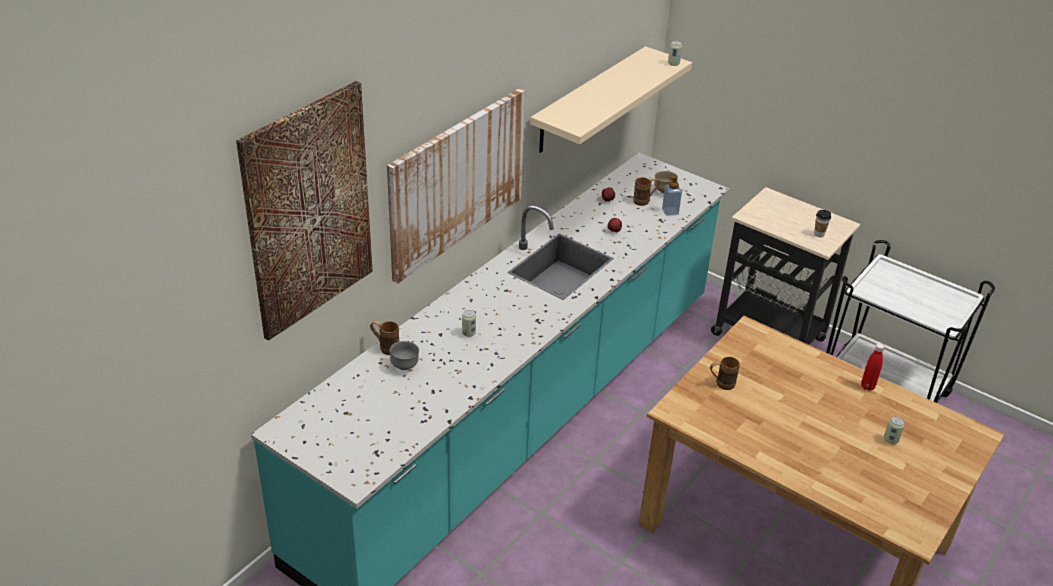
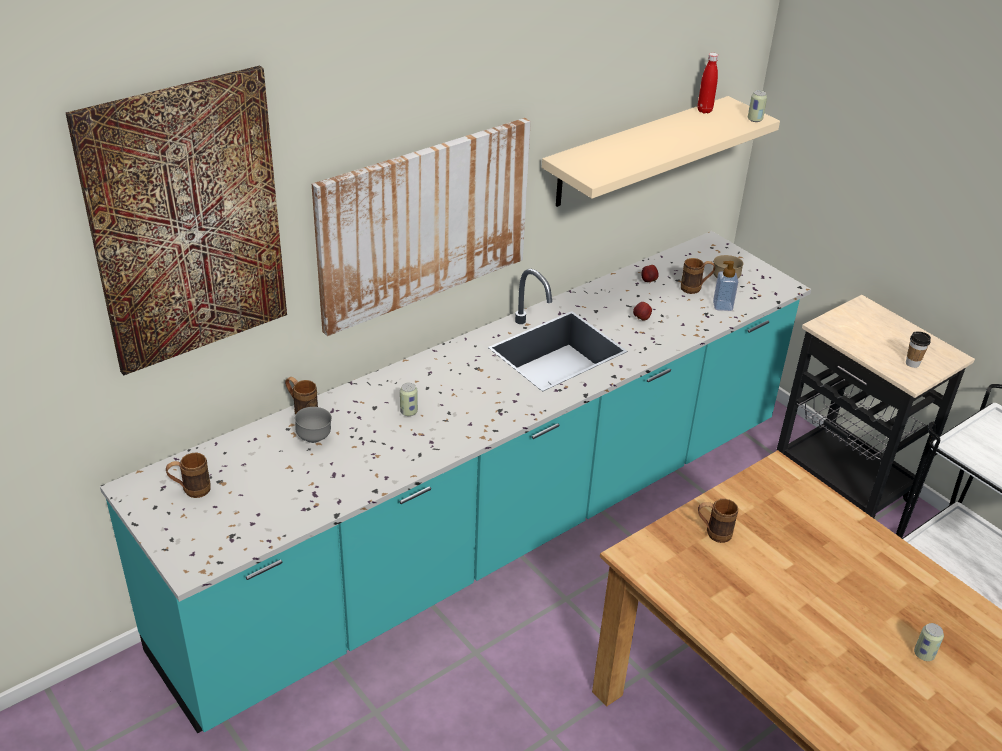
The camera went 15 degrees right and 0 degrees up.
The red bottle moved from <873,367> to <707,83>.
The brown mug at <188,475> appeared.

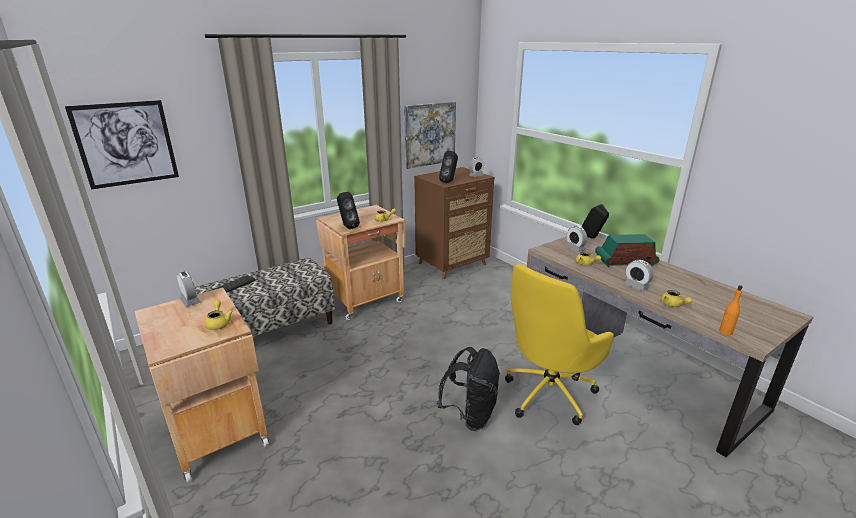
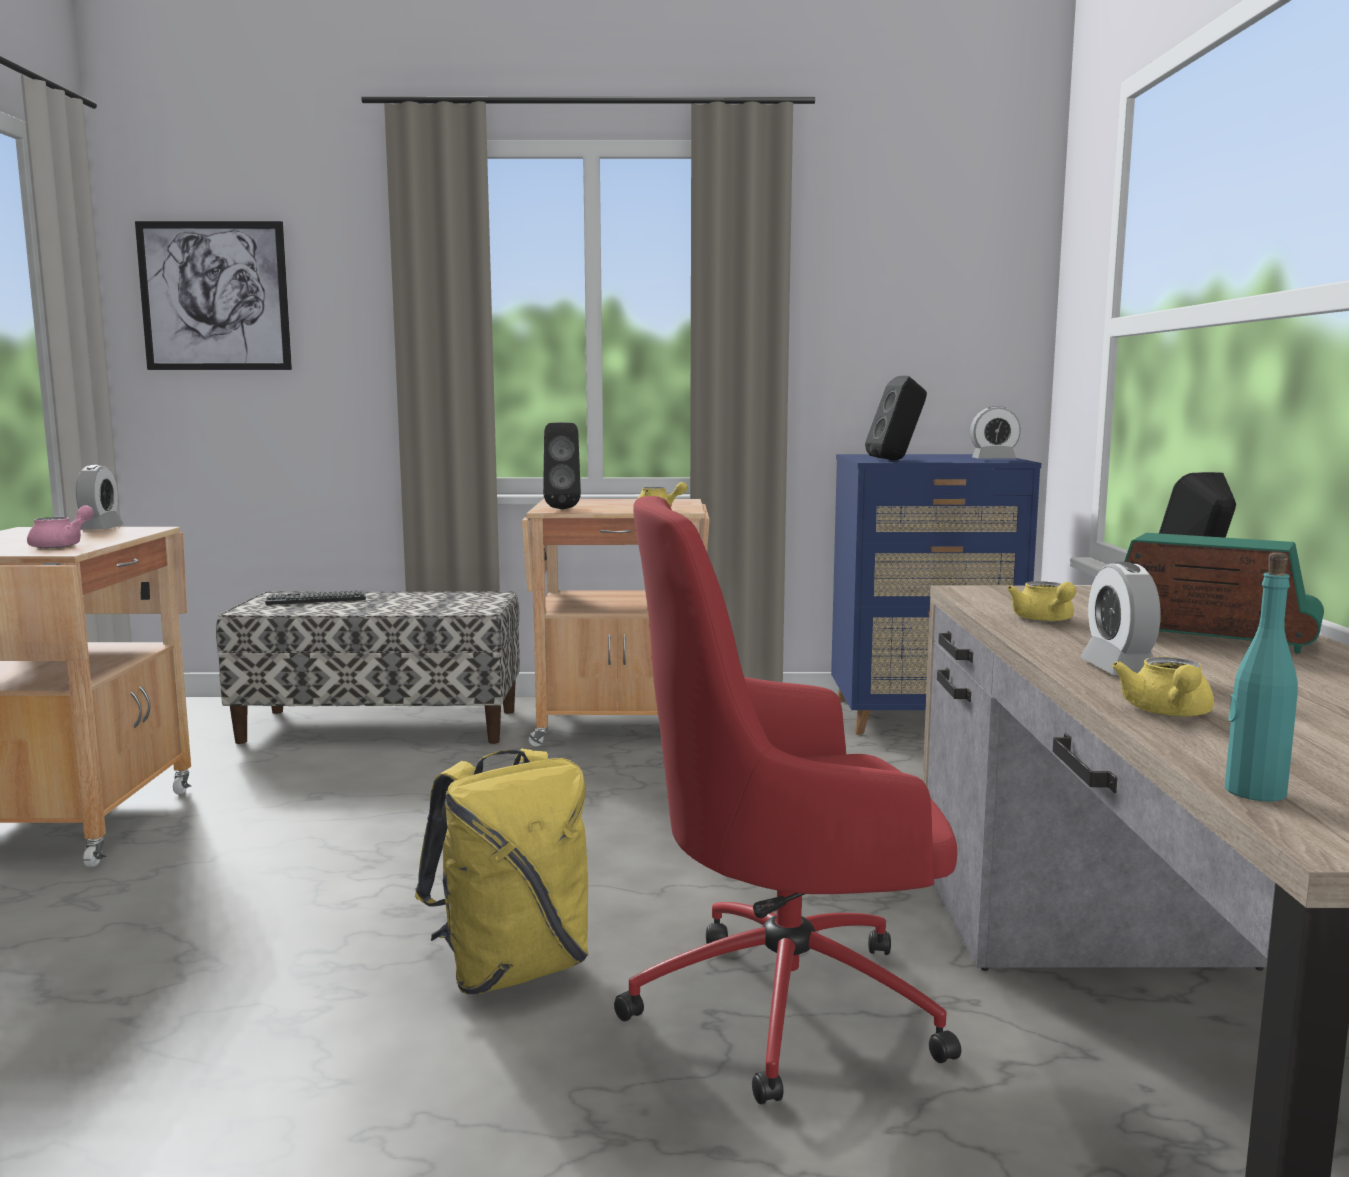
The camera went 35 degrees right and 15 degrees down.
The picture at <430,135> disappeared.
The brown dresser at <454,223> became the blue dresser at <936,594>.
The alarm clock at <576,239> disappeared.
The yellow office chair at <559,344> became the red office chair at <787,800>.
The orange bottle at <731,310> became the turquoise bottle at <1261,677>.
The yellow teapot at <219,315> became the pink teapot at <60,527>.
The black backpack at <468,389> became the yellow backpack at <502,871>.

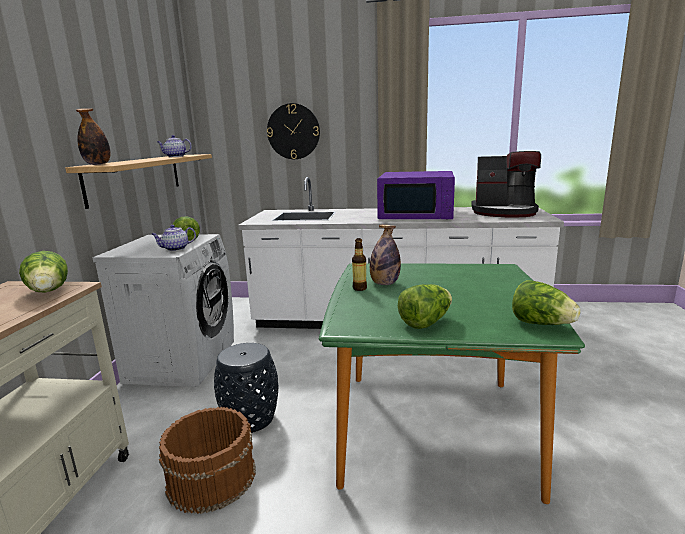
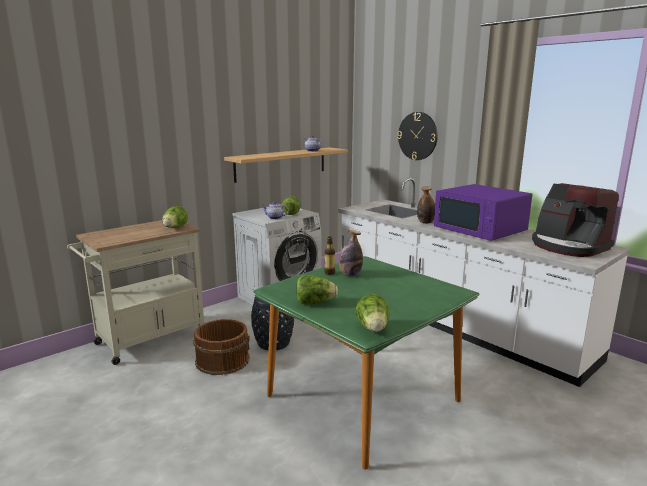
The camera went 40 degrees right and 0 degrees up.
The bottle moved from <93,136> to <426,205>.

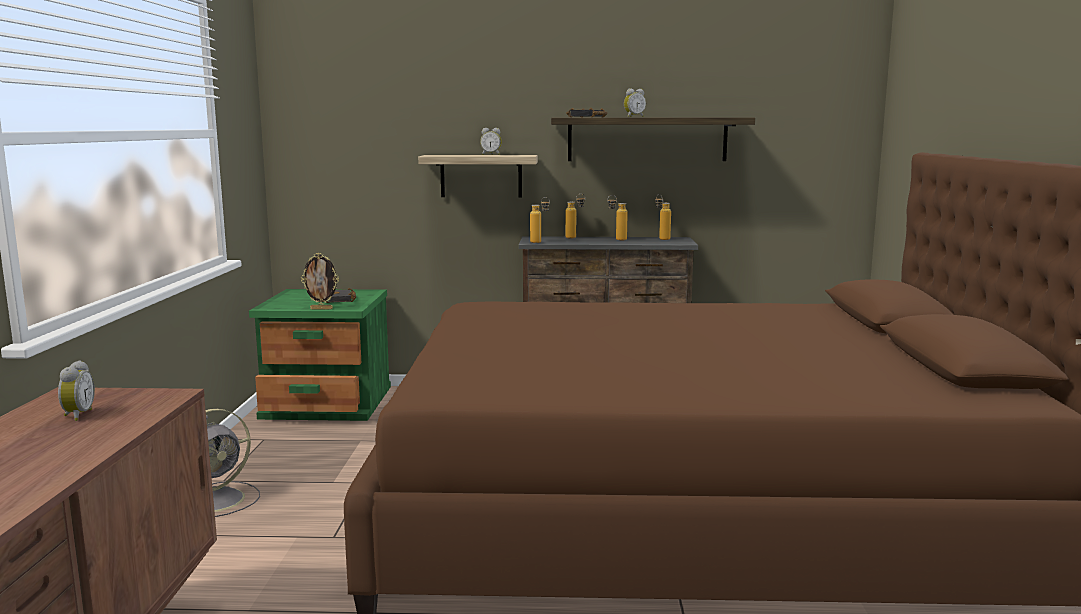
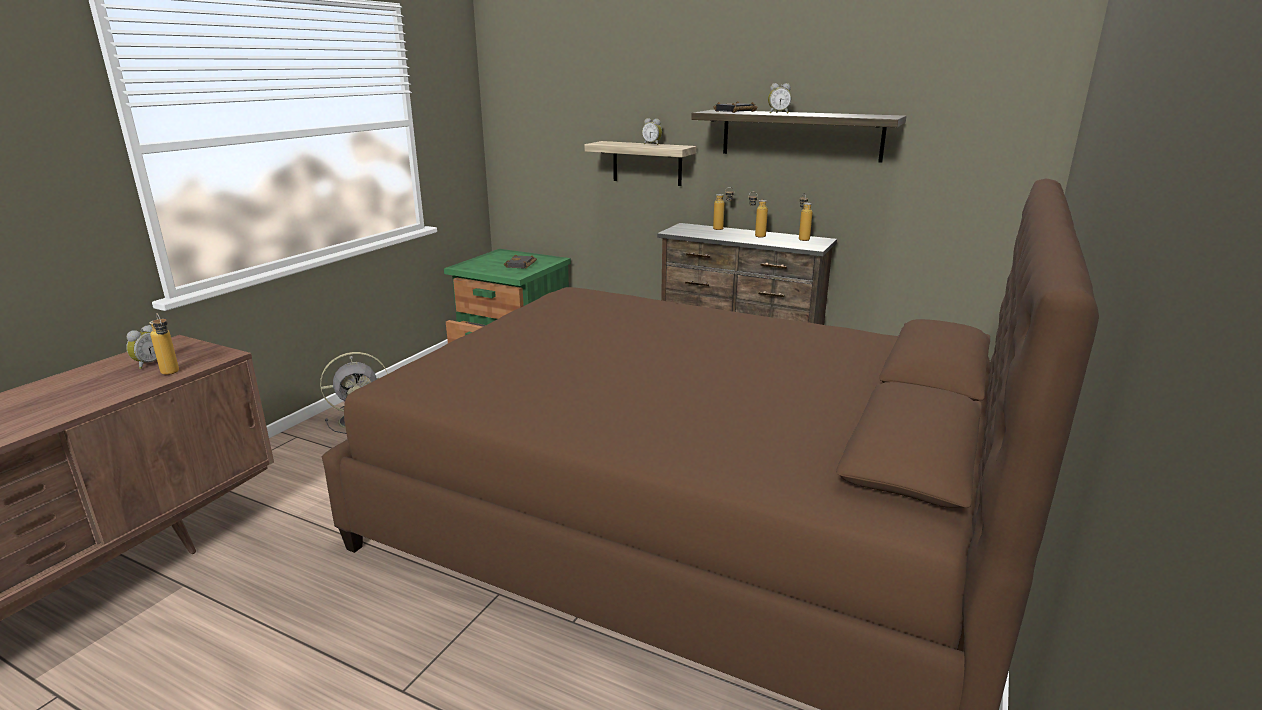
The camera went 25 degrees right and 10 degrees up.
The bottle moved from <540,220> to <164,344>.
The picture frame at <320,281> disappeared.

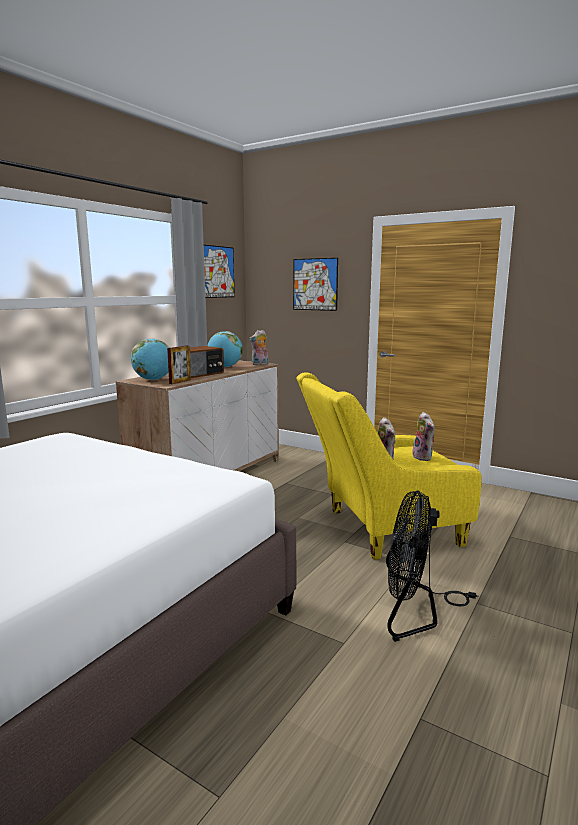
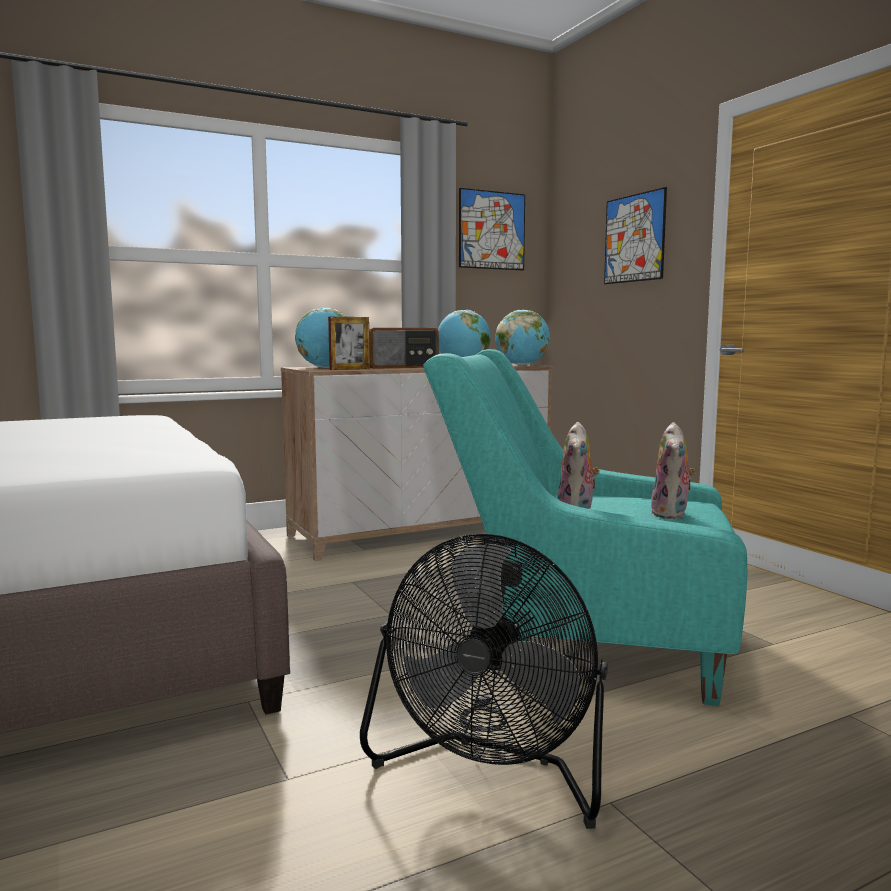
The camera went 30 degrees right and 5 degrees down.
The plush toy at <258,347> was replaced by the globe at <523,337>.
The yellow armchair at <389,466> became the turquoise armchair at <585,527>.
The black fan at <432,566> turned 105 degrees counterclockwise.

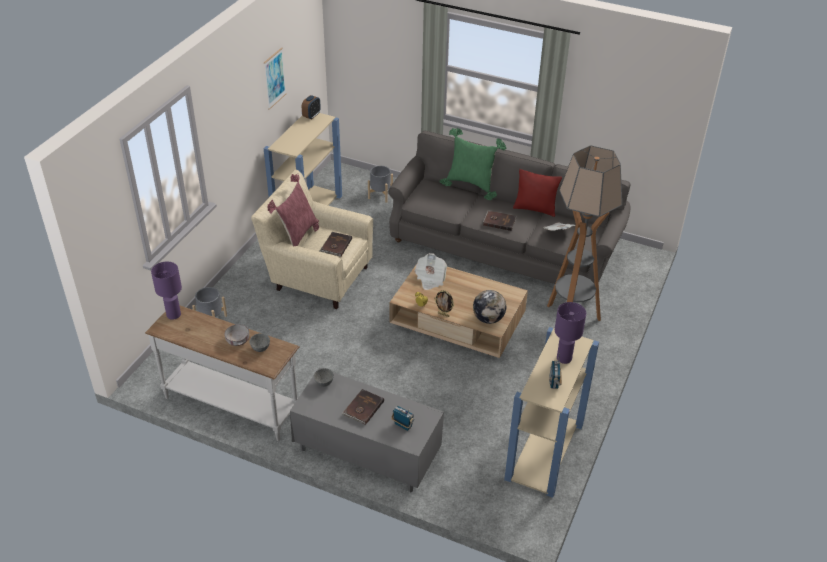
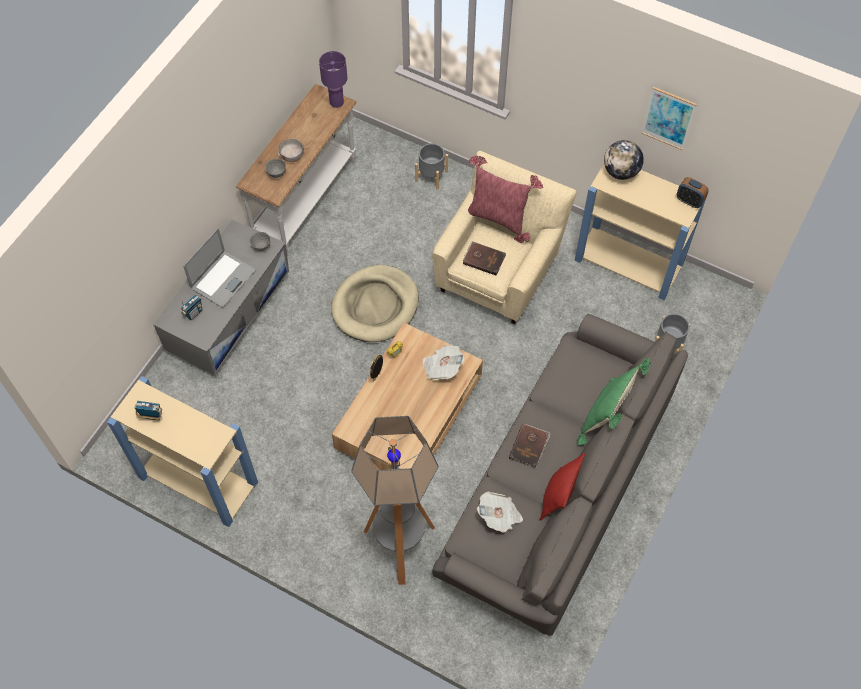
The camera went 95 degrees right and 20 degrees up.
The globe moved from <489,307> to <624,160>.
The purple table lamp at <570,333> disappeared.
The brown book at <362,407> was replaced by the laptop at <219,268>.
The beige dog bed at <375,303> appeared.

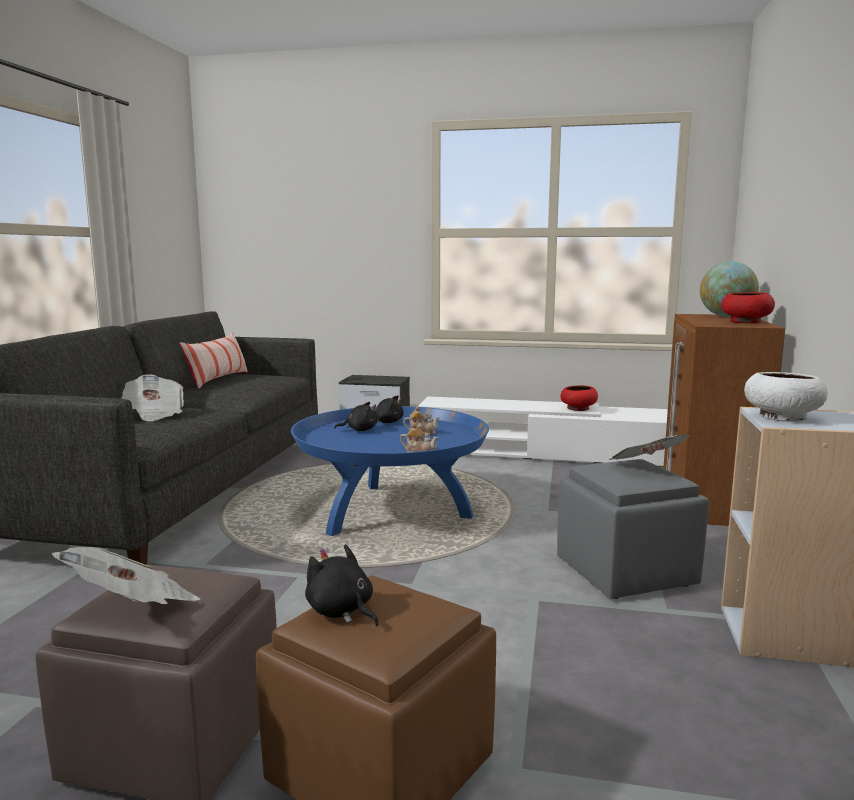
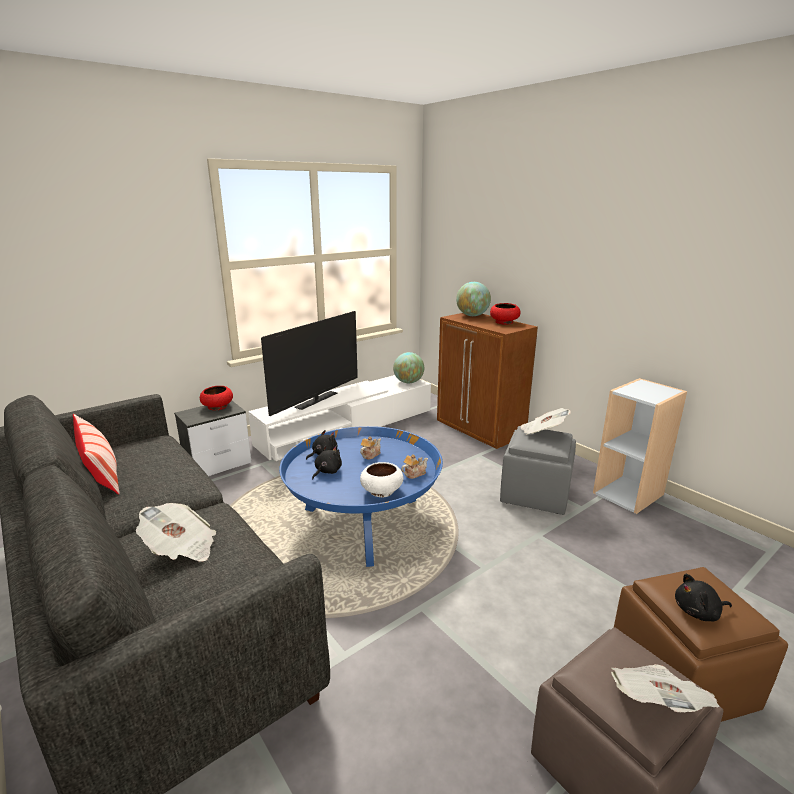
The camera went 50 degrees left and 10 degrees up.
The white bowl moved from <786,397> to <381,479>.
The red bowl moved from <579,398> to <216,398>.
The television at <309,363> appeared.
The globe at <408,367> appeared.

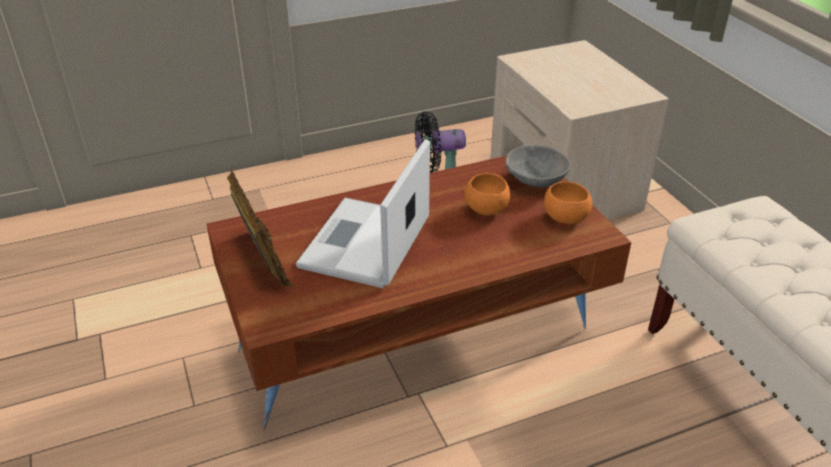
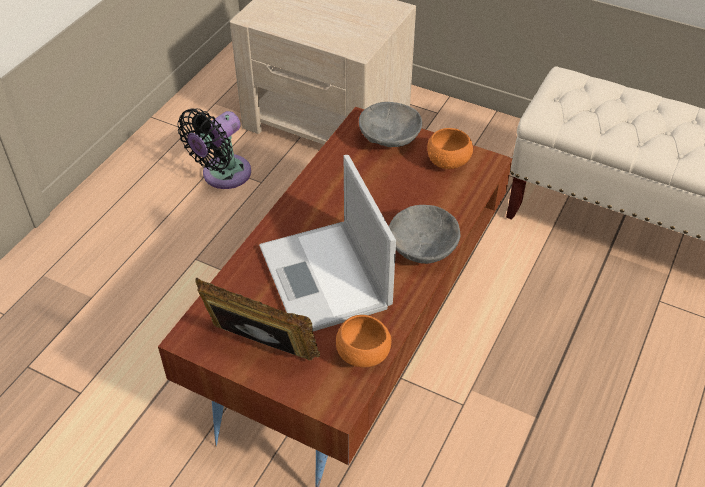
The camera went 40 degrees left and 10 degrees up.
The orange bowl moved from <487,194> to <363,341>.
The grey bowl at <424,234> appeared.

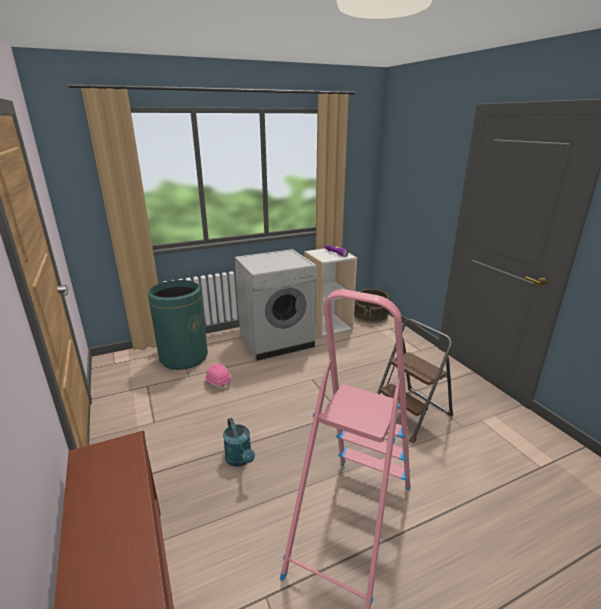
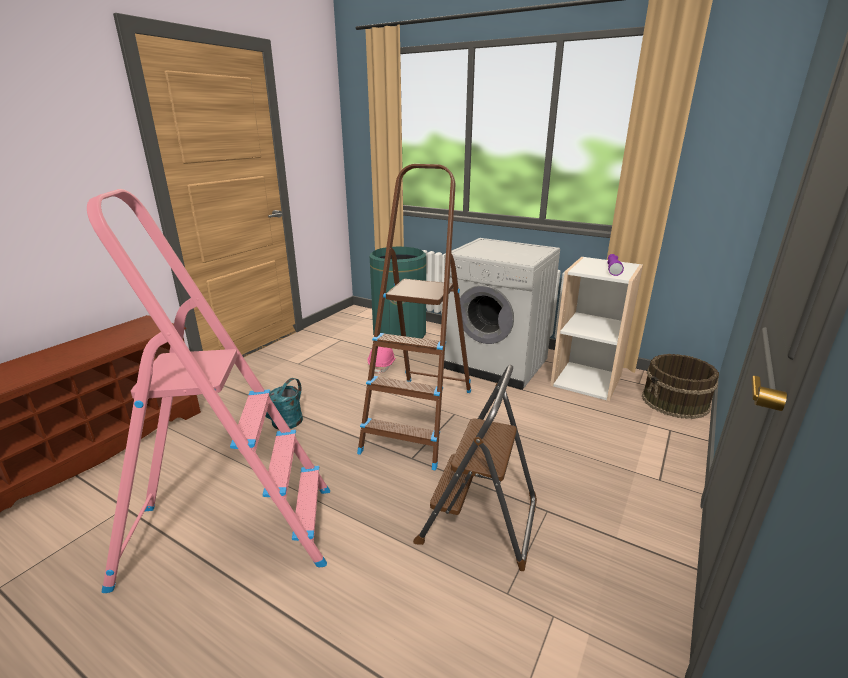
The camera went 55 degrees right and 0 degrees up.
The brown step ladder at <414,317> appeared.

